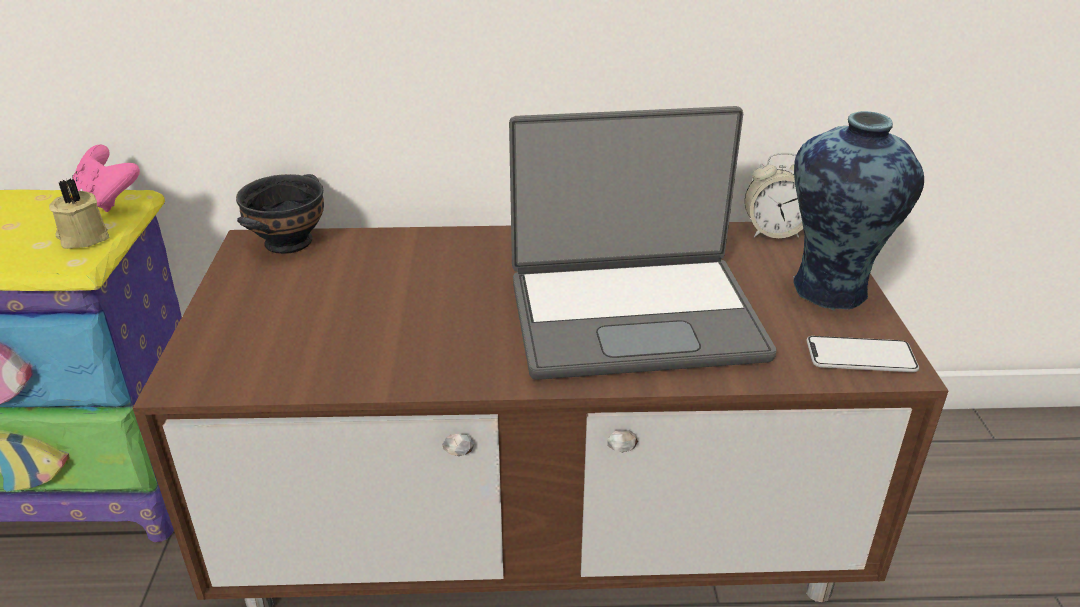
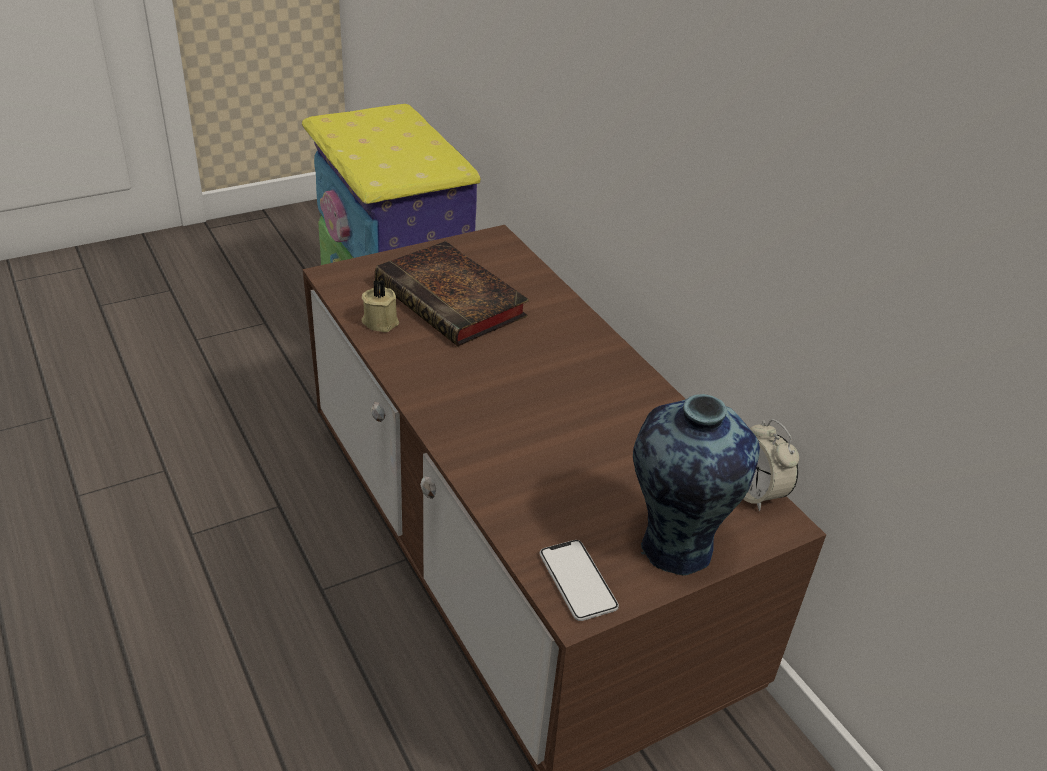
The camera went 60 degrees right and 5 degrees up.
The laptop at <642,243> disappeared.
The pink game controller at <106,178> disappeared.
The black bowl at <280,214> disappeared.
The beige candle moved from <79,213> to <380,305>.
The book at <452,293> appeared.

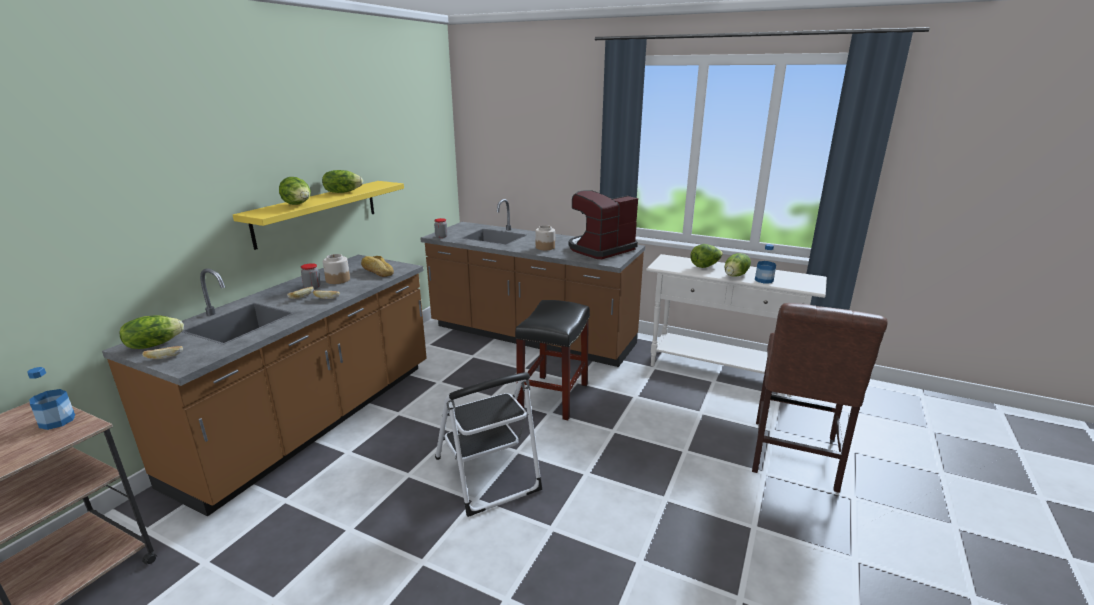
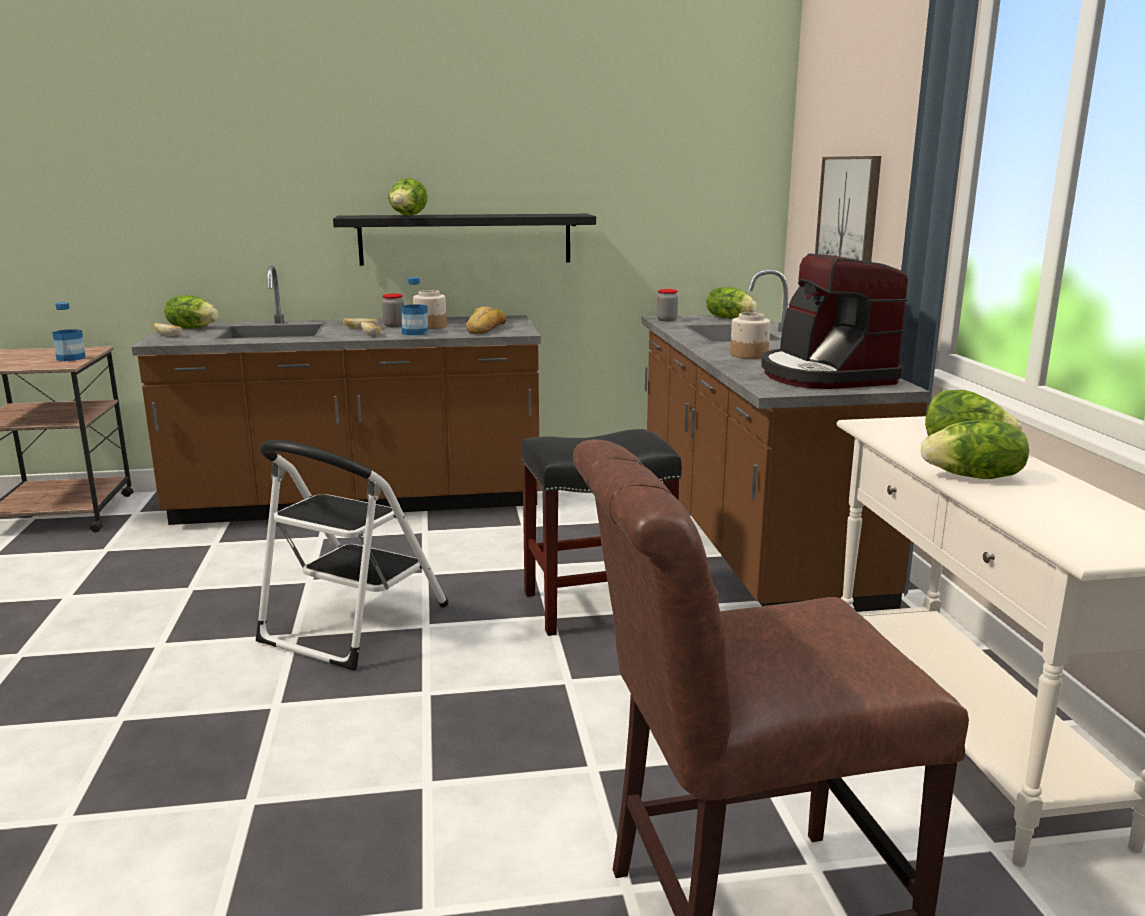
The camera went 55 degrees right and 5 degrees down.
The lettuce moved from <342,181> to <731,302>.
The yellow shelf at <318,215> became the black shelf at <464,240>.
The coffee machine at <603,224> turned 120 degrees counterclockwise.
The bottle moved from <765,264> to <415,306>.
The picture at <848,209> appeared.

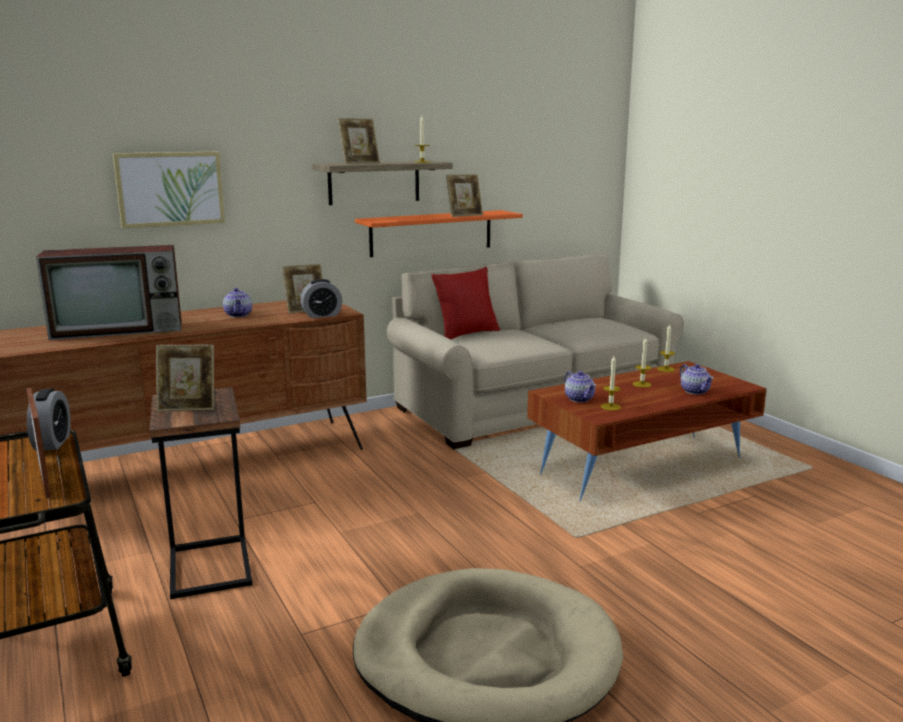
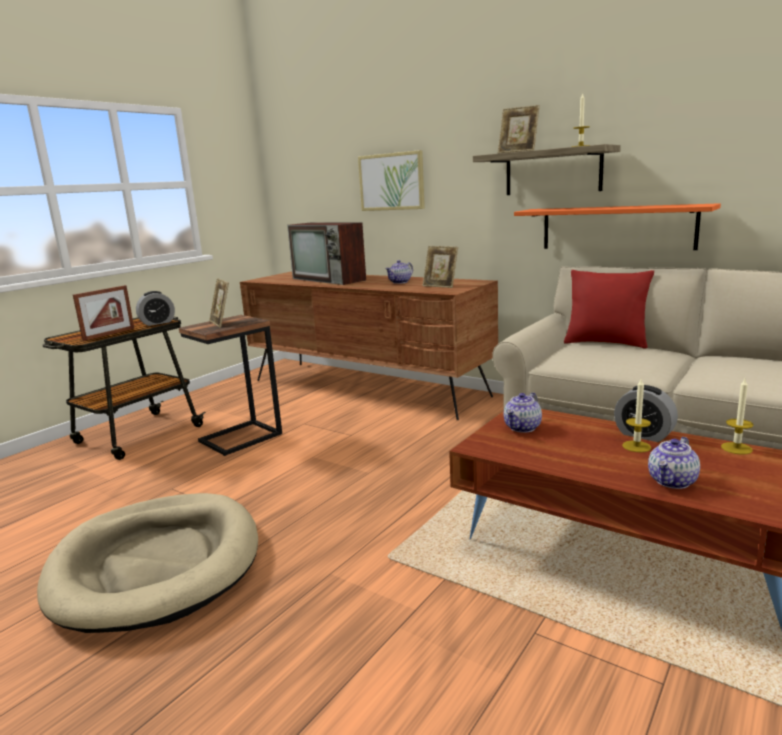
The camera went 65 degrees right and 0 degrees up.
The picture frame at <464,195> disappeared.
The alarm clock moved from <321,298> to <646,413>.
The candle at <611,383> disappeared.

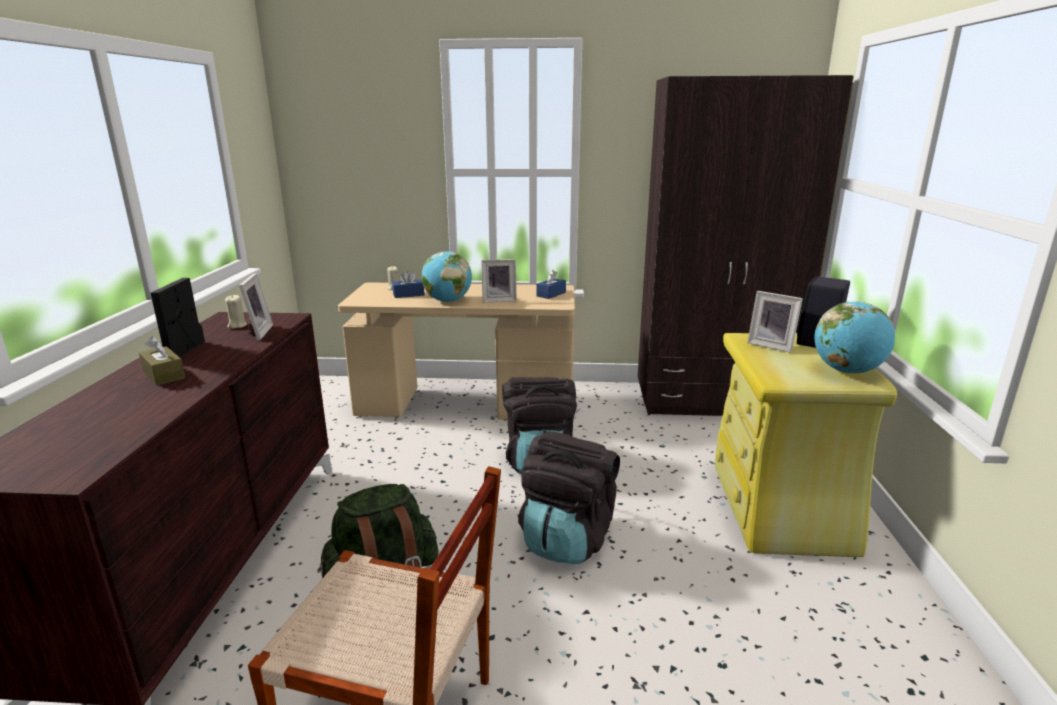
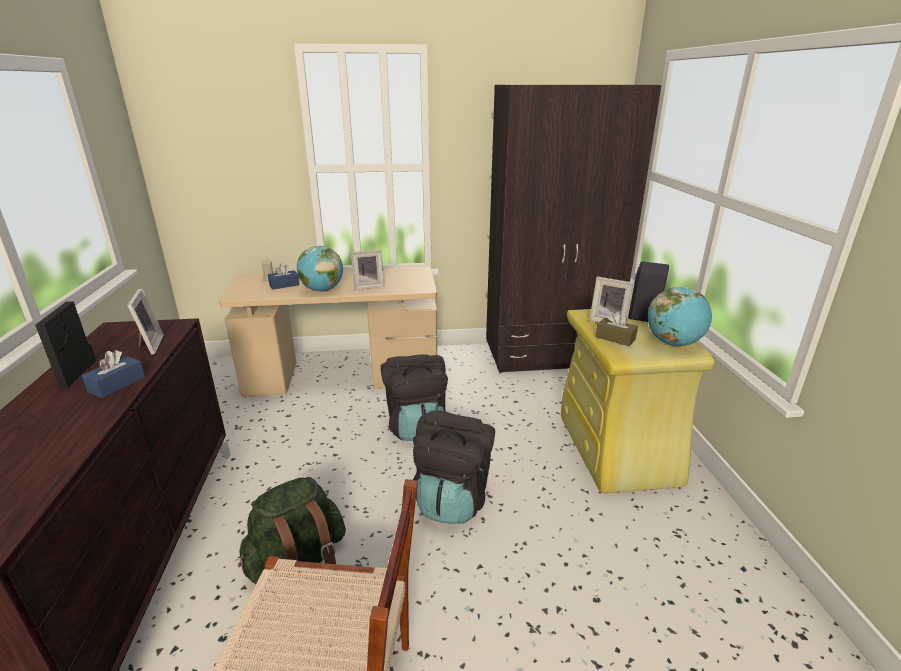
The camera went 10 degrees left and 5 degrees up.
The blue tissue box moved from <551,284> to <113,374>.
The beige candle at <236,312> disappeared.
The brown tissue box moved from <162,361> to <617,328>.

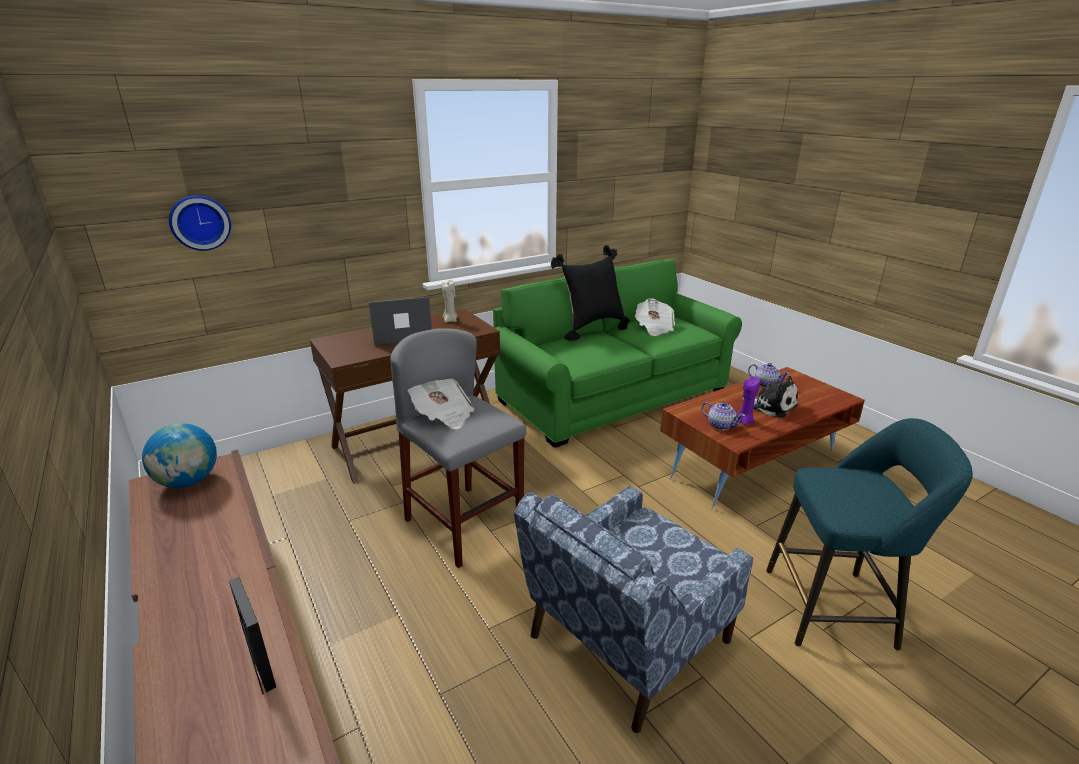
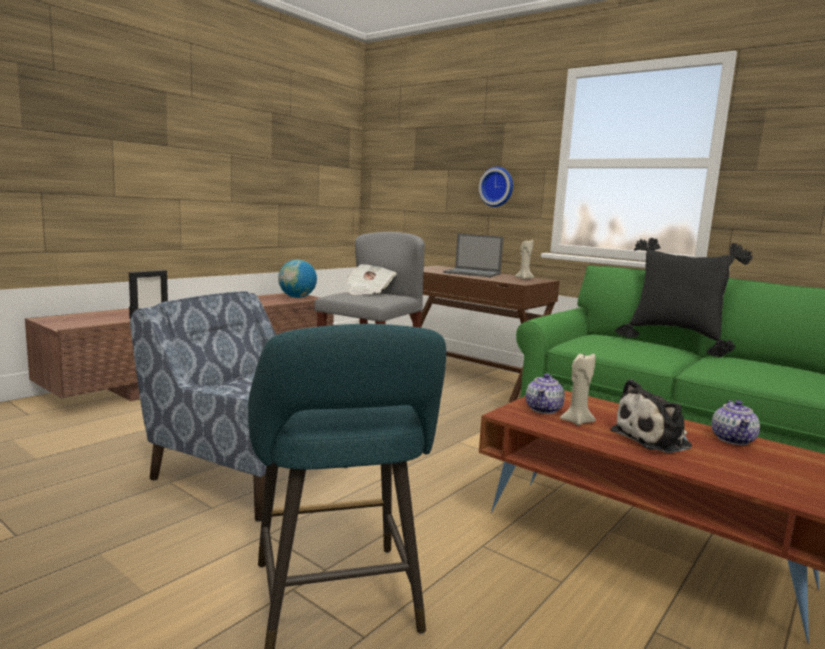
The camera went 70 degrees right and 15 degrees down.
The wall clock moved from <200,223> to <496,187>.
The laptop at <400,321> turned 150 degrees clockwise.
The newspaper at <655,317> disappeared.
The purple candle at <748,400> became the beige candle at <578,389>.
The plush toy at <769,397> turned 45 degrees clockwise.

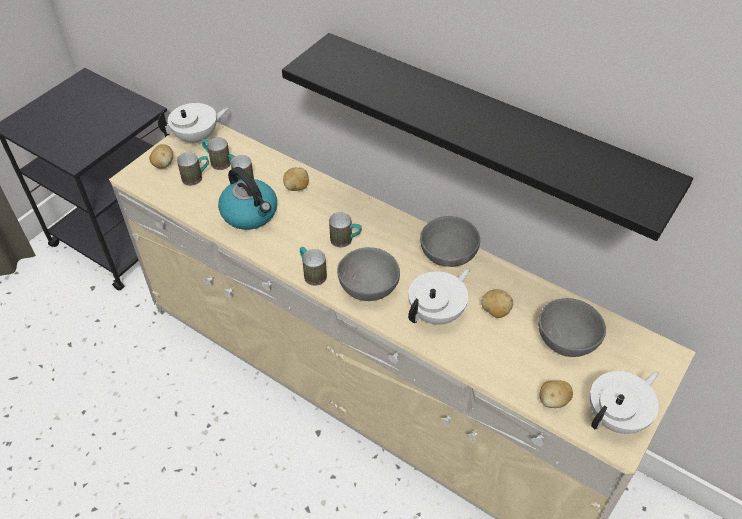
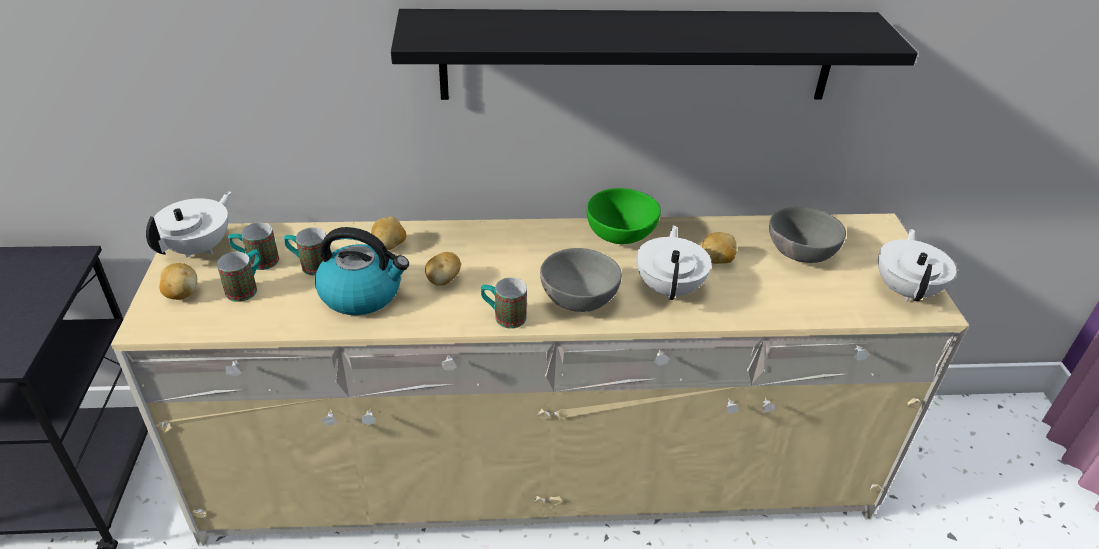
The camera went 40 degrees left and 10 degrees down.
The mug at <345,229> disappeared.
The grey bowl at <450,241> became the green bowl at <624,216>.
The potato moved from <556,394> to <443,269>.

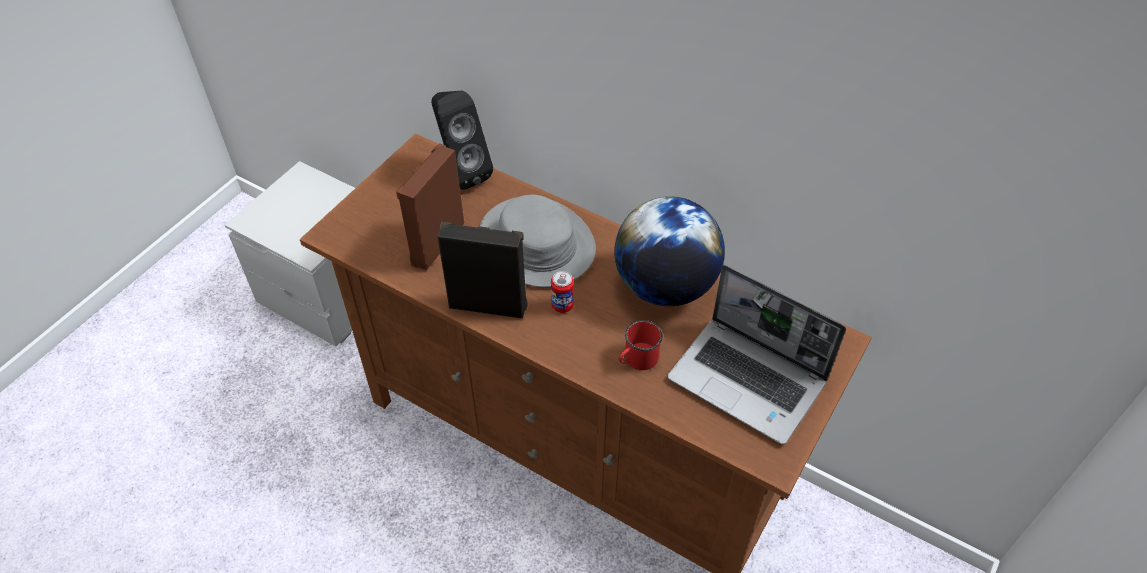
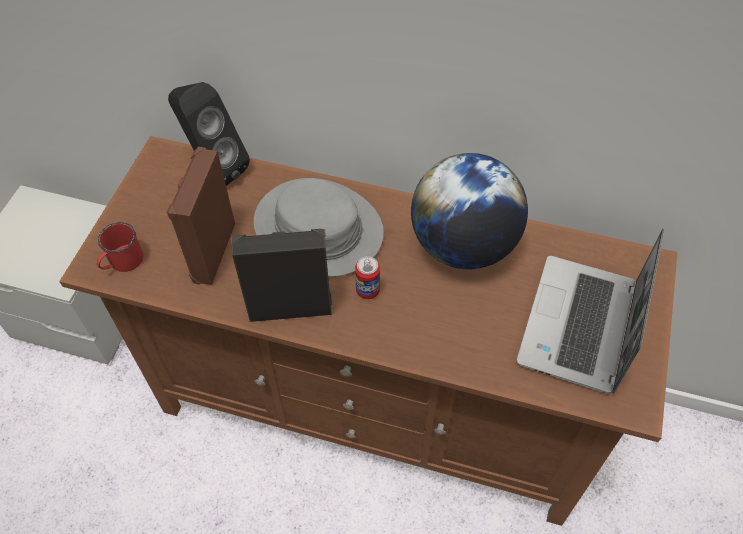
The camera went 15 degrees left and 5 degrees up.
The laptop at <757,355> turned 90 degrees clockwise.
The red mug moved from <641,345> to <120,247>.

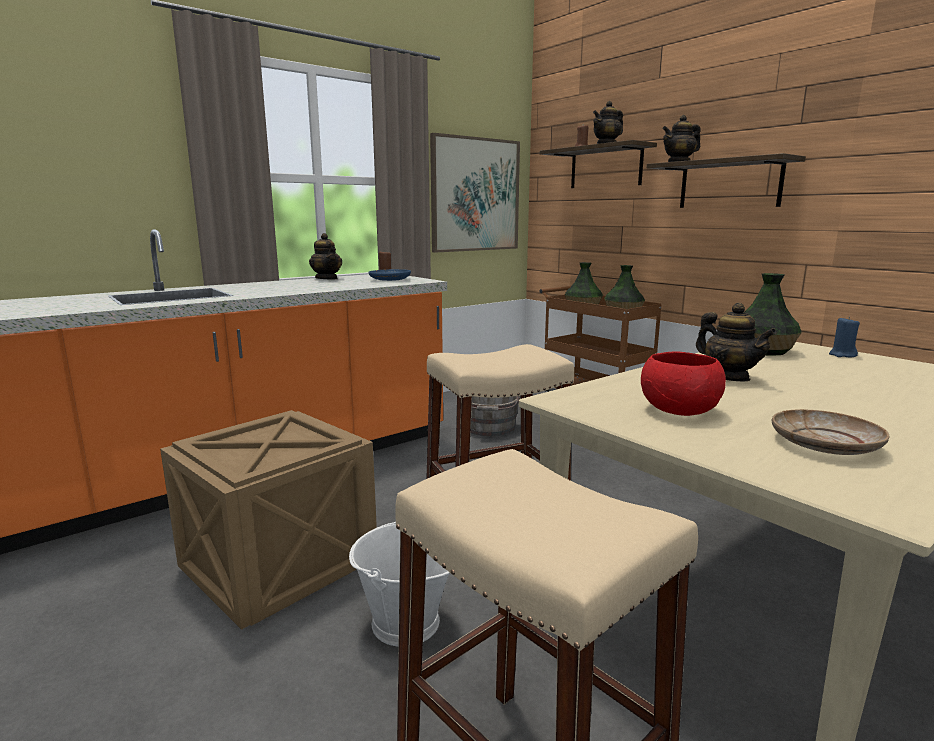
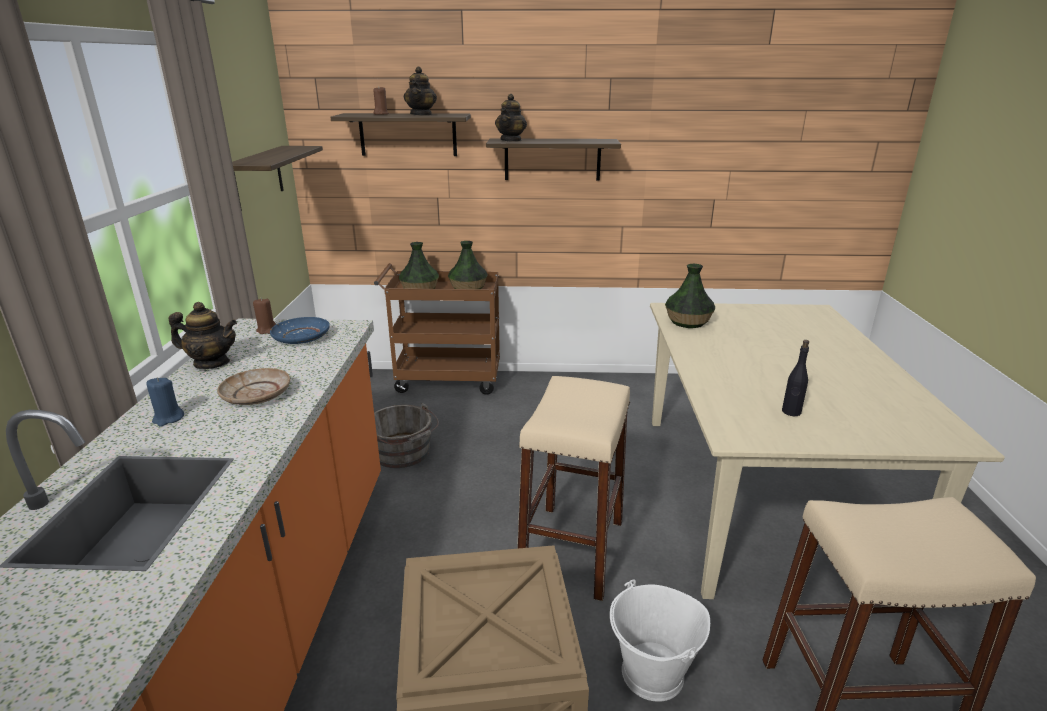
The camera went 50 degrees left and 10 degrees up.
The picture at <475,193> was replaced by the shelf at <277,178>.
The teapot at <736,341> disappeared.
The blue candle moved from <844,337> to <165,401>.
The red bowl at <683,383> was replaced by the black bottle at <795,378>.
The beige plate moved from <830,432> to <253,386>.

